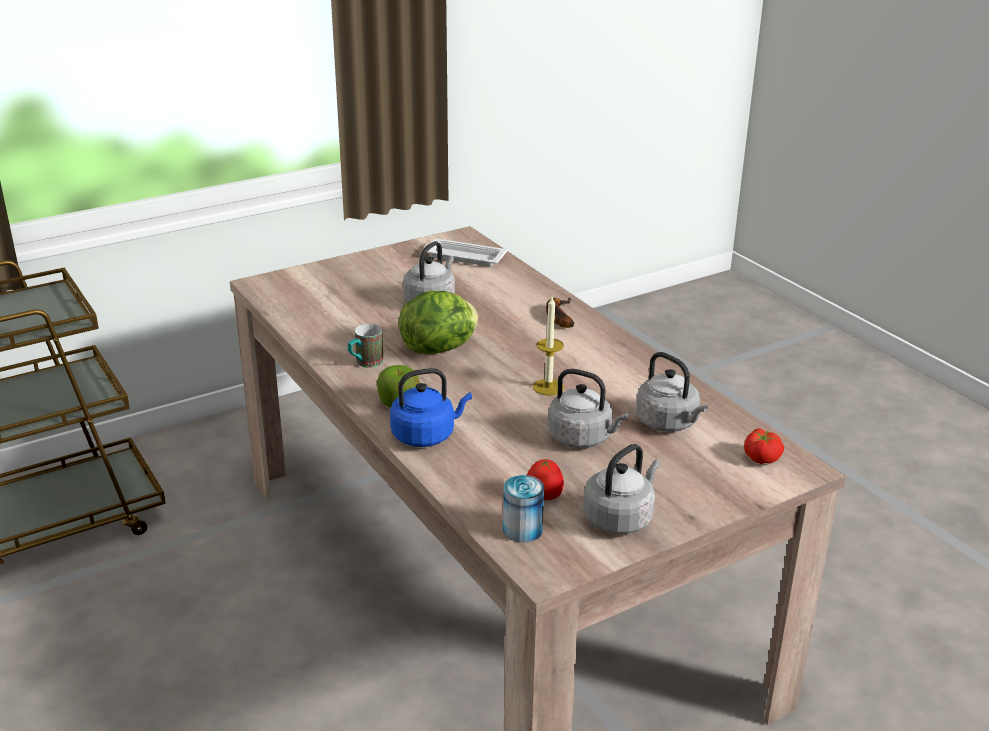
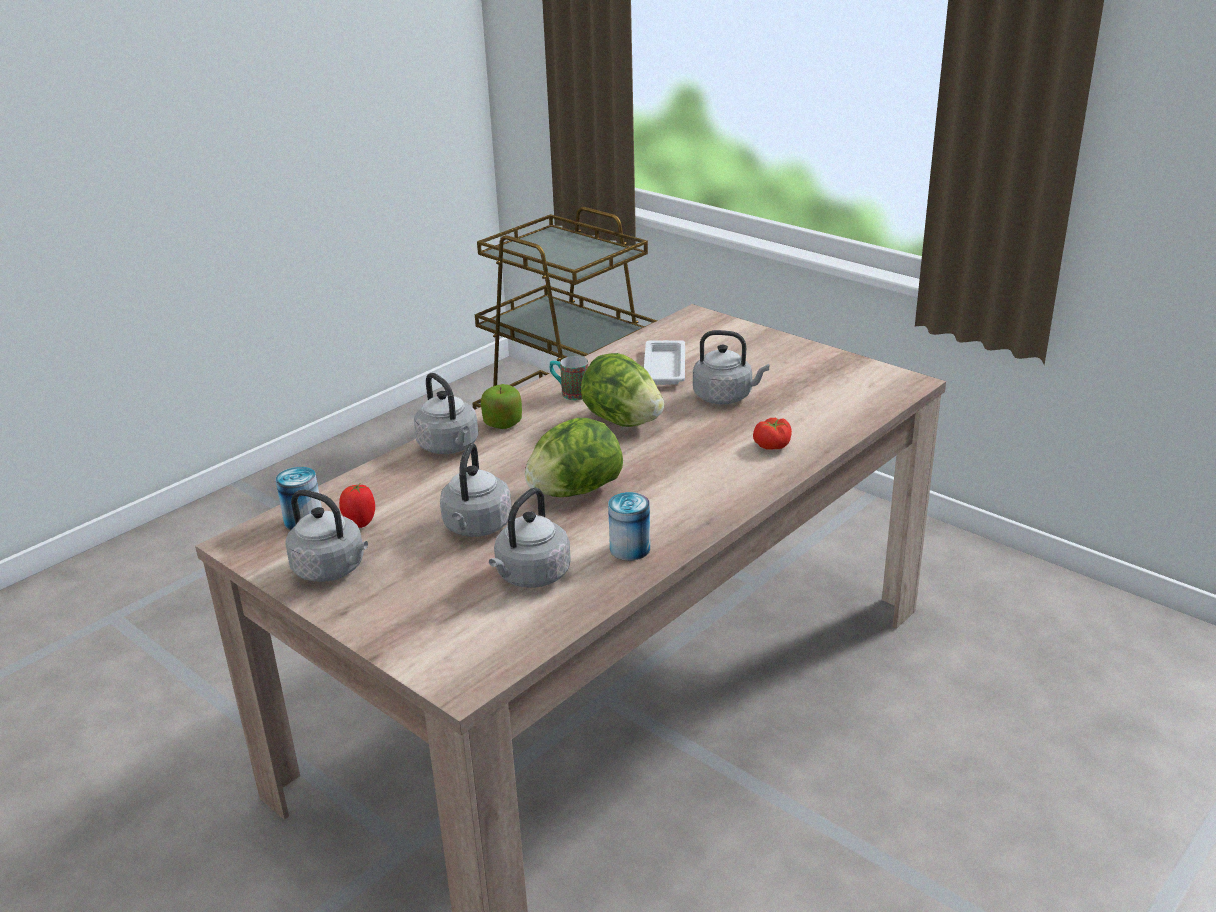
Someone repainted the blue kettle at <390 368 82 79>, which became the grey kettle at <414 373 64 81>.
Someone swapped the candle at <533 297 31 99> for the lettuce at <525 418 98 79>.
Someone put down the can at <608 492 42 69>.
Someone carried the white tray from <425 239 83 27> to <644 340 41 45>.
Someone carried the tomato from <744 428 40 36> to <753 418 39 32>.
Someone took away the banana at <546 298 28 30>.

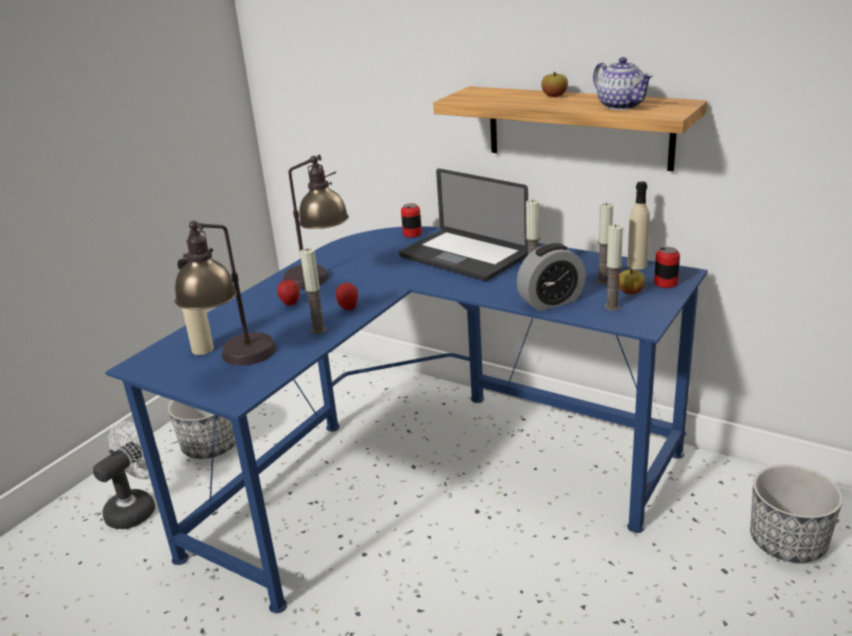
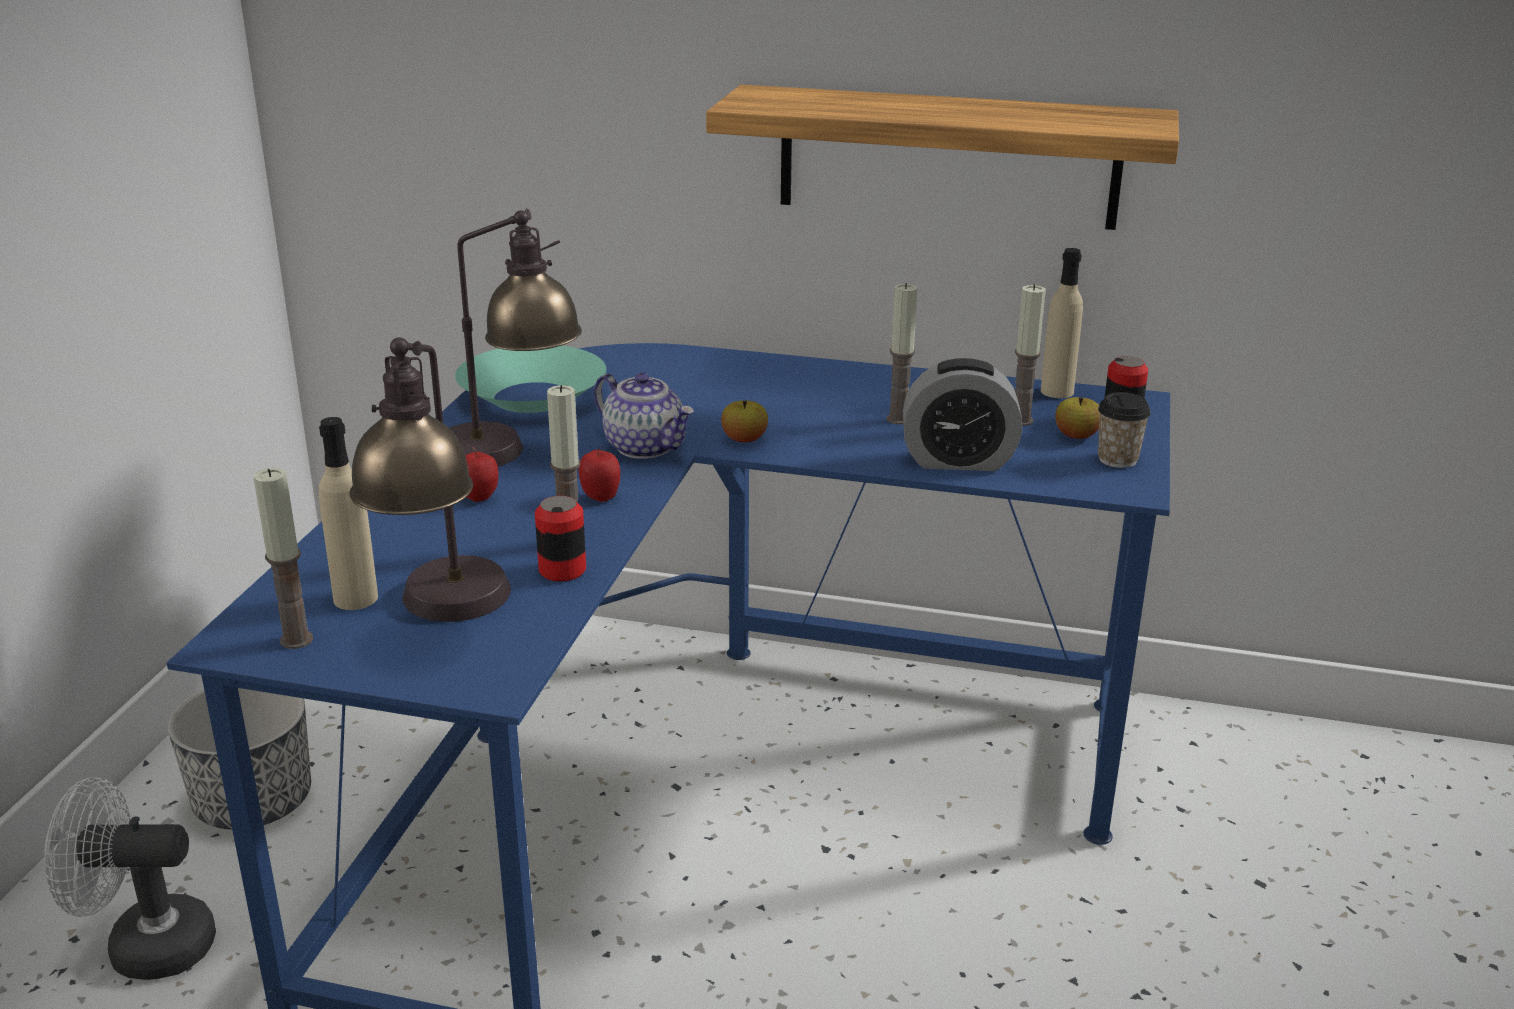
Someone rotated the white fan at <93 422 68 107> by 105 degrees counterclockwise.
Someone carried the candle from <605 224 18 87> to <254 468 59 181>.
Someone put down the turquoise bowl at <455 346 151 67>.
Someone carried the can from <401 203 21 35> to <535 496 51 86>.
Someone carried the teapot from <593 57 60 53> to <594 373 100 86>.
Someone carried the apple from <541 72 27 25> to <721 400 47 42>.
Someone rotated the alarm clock at <517 243 69 68> by 45 degrees clockwise.
Someone put down the cup at <1098 392 53 76>.
Someone took away the laptop at <399 169 129 112>.
Someone took away the planter at <750 464 93 99>.

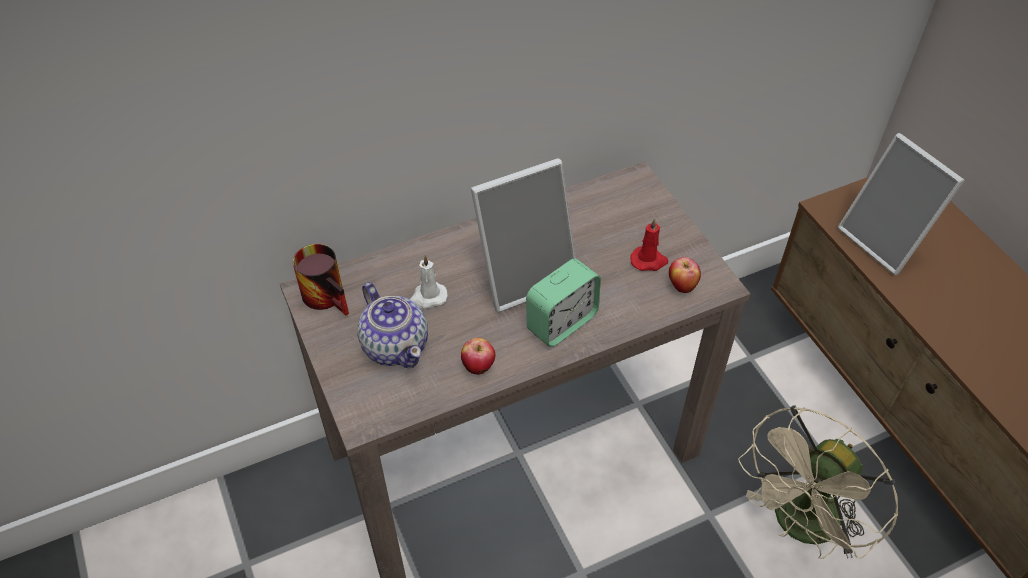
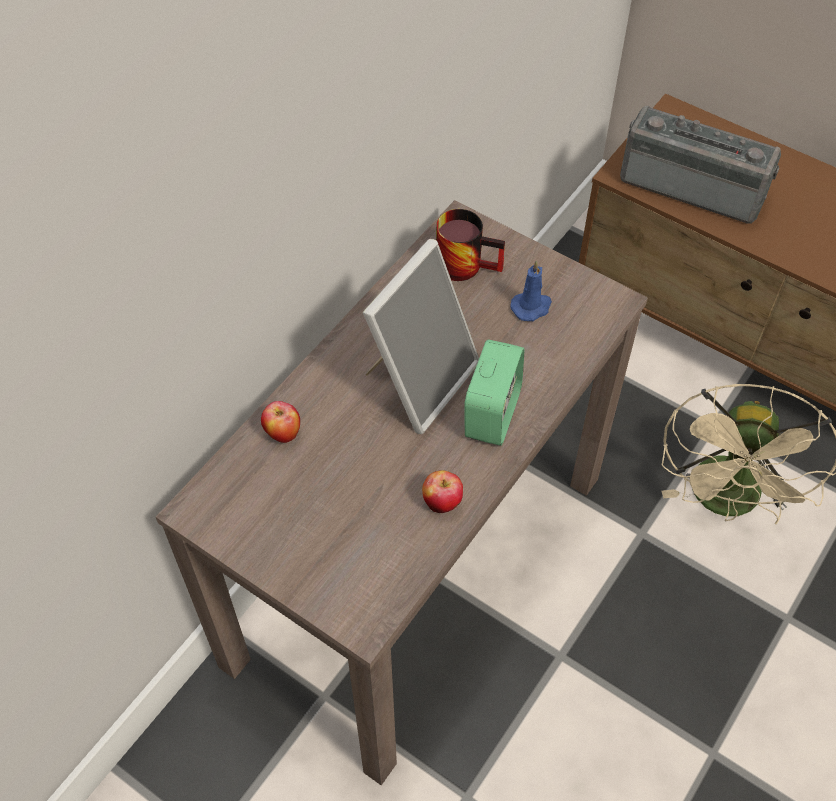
Someone carried the apple from <669 257 32 36> to <261 401 39 42>.
Someone carried the mug from <293 244 56 72> to <436 209 69 72>.
Someone repainted the red candle at <630 218 38 53>, which became the blue candle at <510 260 42 61>.
Someone swapped the picture frame at <838 133 126 142> for the radio at <620 106 161 118>.
Someone took away the teapot at <357 282 71 86>.
Someone took away the white candle at <409 255 39 54>.

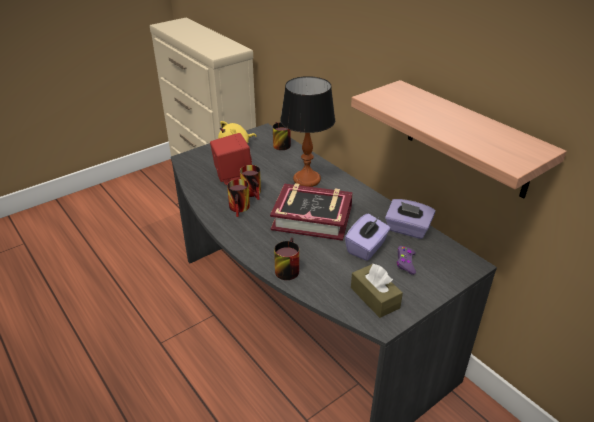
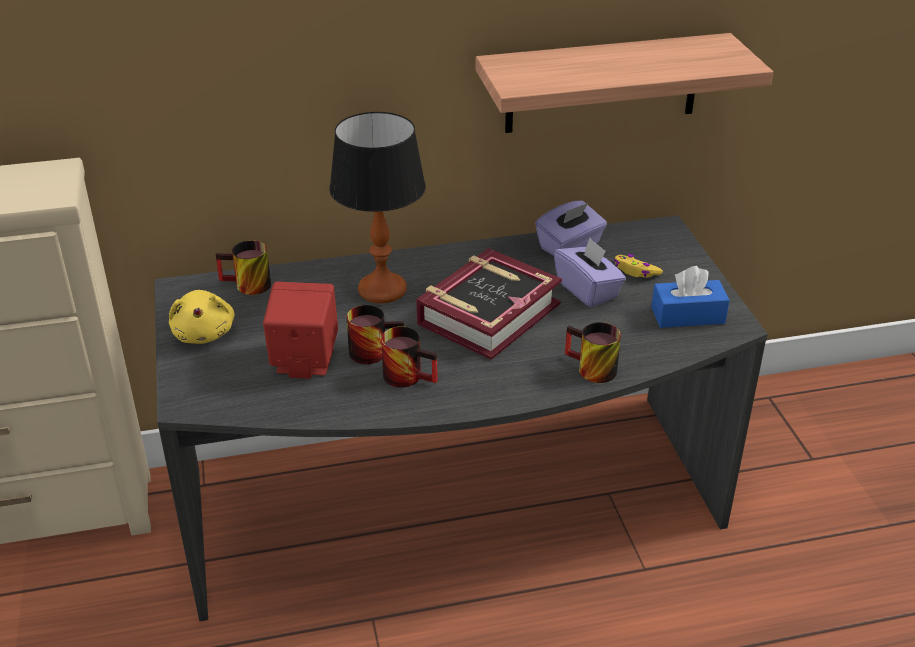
Someone repainted the purple game controller at <397 246 19 29>, which became the yellow game controller at <614 254 49 24>.
Someone repainted the brown tissue box at <351 263 52 55>, which became the blue tissue box at <651 266 79 62>.

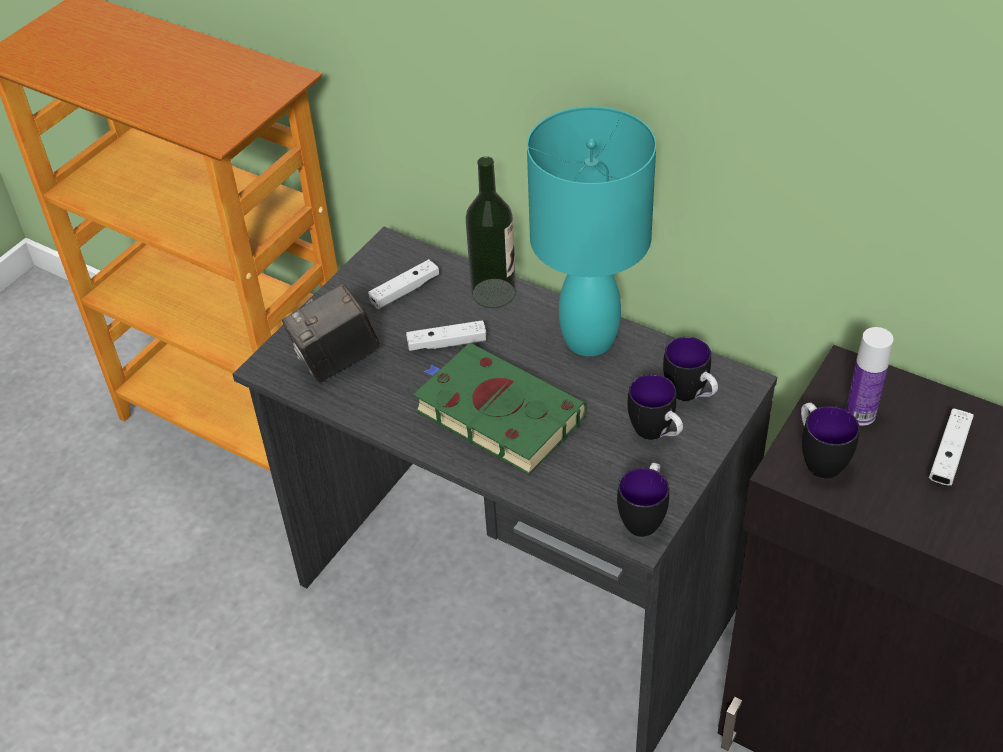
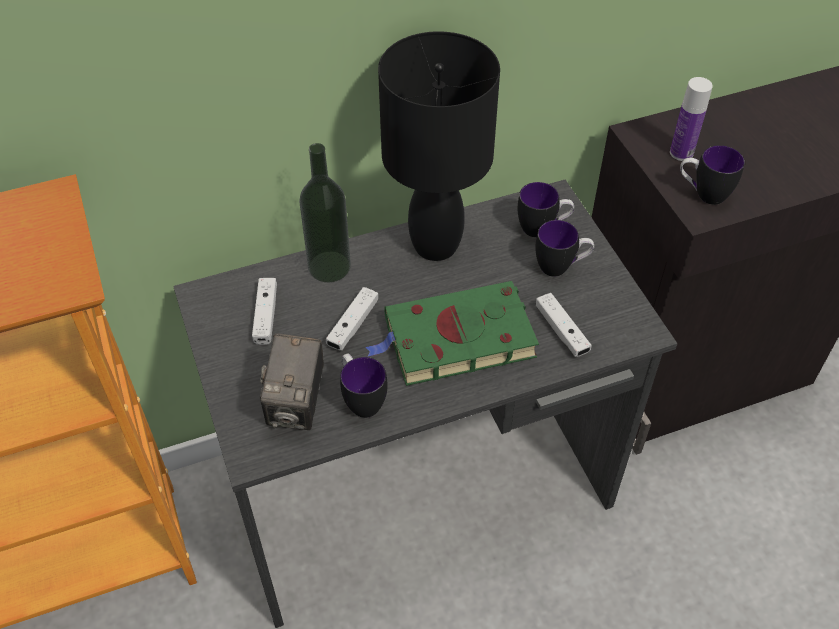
Someone carried the mug from <617 463 52 74> to <340 353 47 65>.
Someone repainted the turquoise table lamp at <527 106 129 251>, which became the black table lamp at <378 31 122 230>.
Someone carried the white game controller from <929 408 45 77> to <536 293 55 64>.

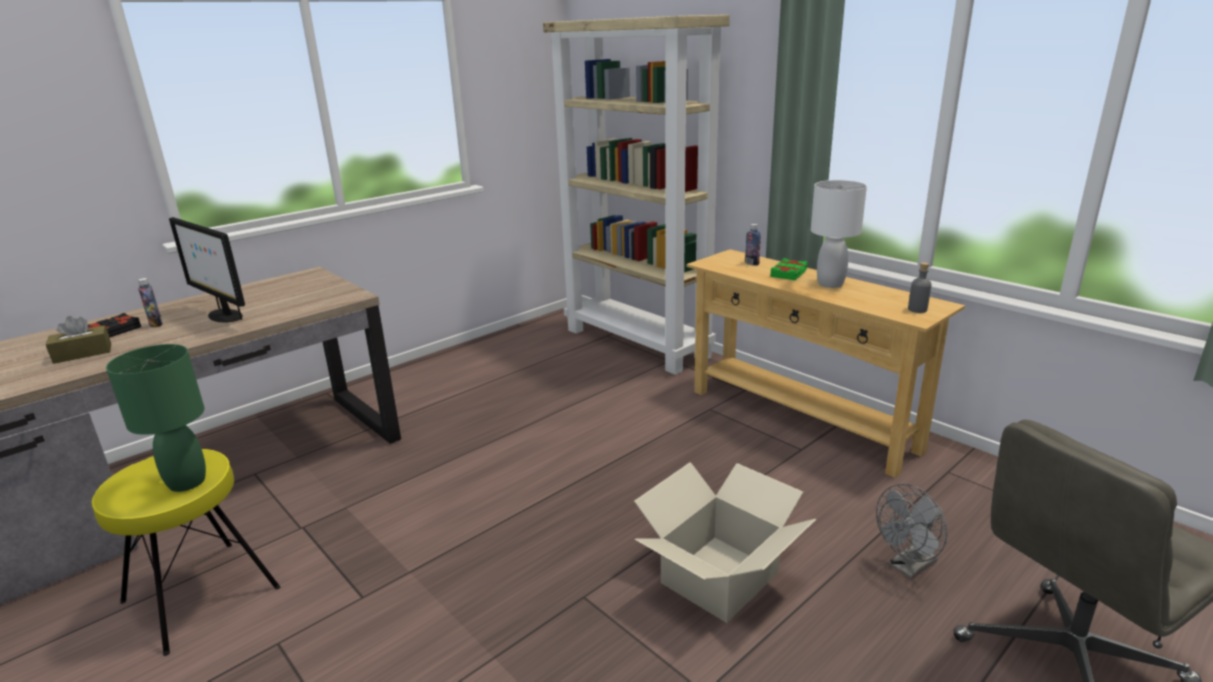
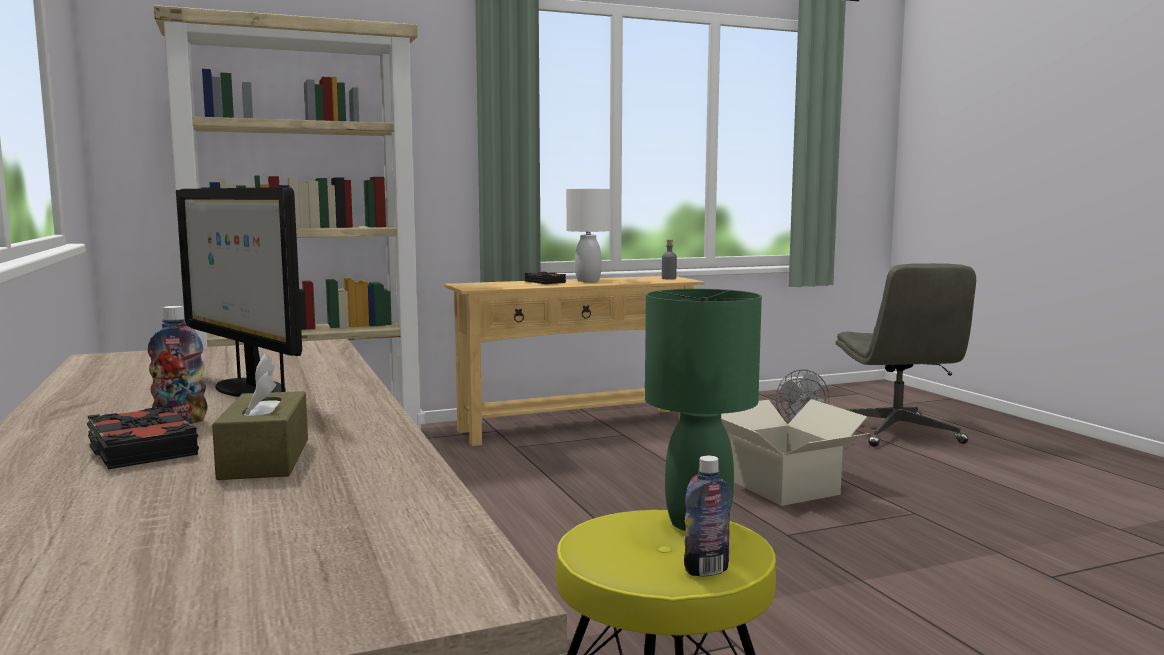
Someone rotated the monitor at <169 217 76 106> by 75 degrees clockwise.
Someone repainted the green book at <770 258 38 22>, which became the black book at <525 272 41 12>.
Someone carried the bottle from <745 224 16 41> to <684 456 47 120>.

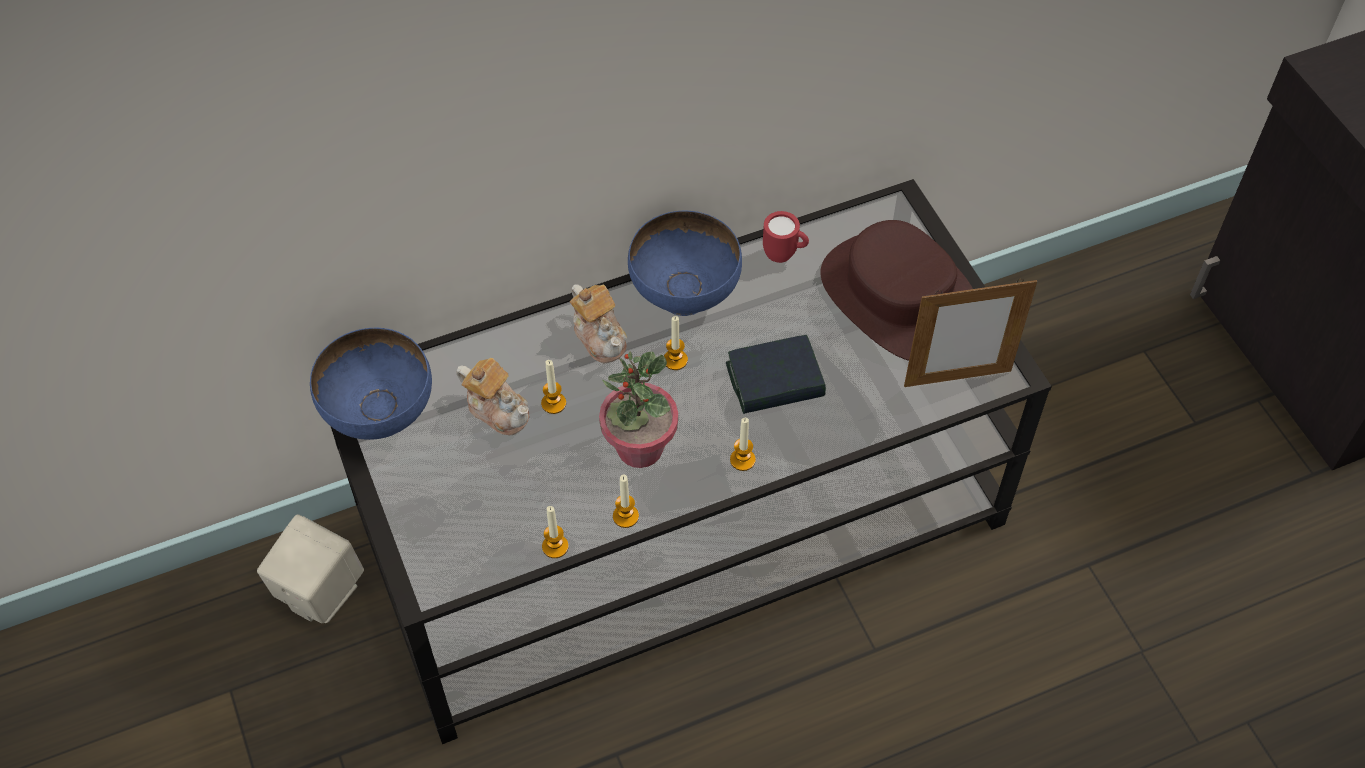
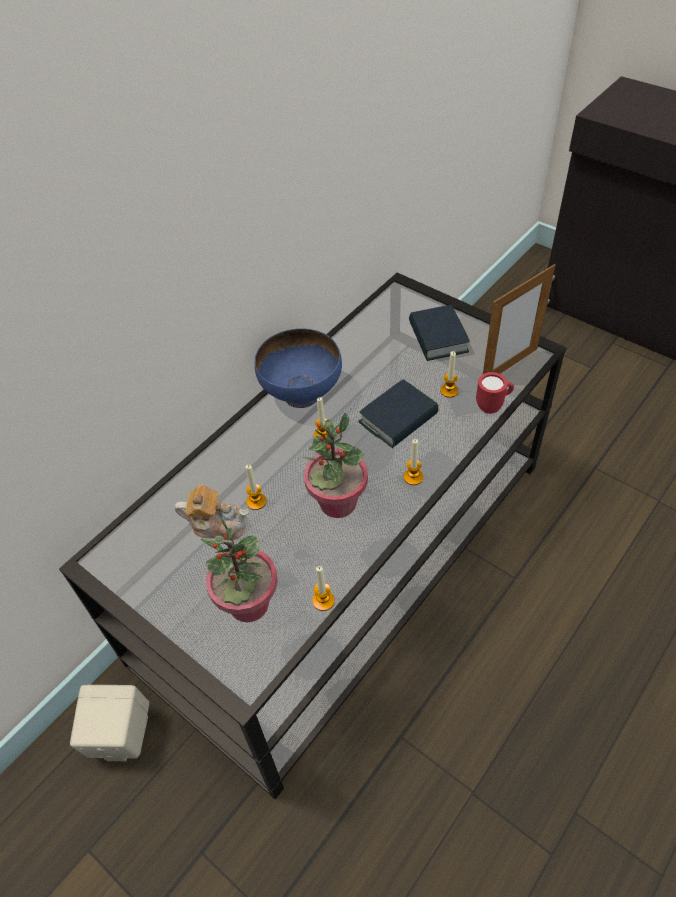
Someone put down the potted plant at <201 517 77 105>.
Someone swapped the brown hat at <821 220 152 141> for the book at <409 305 61 56>.
Someone carried the candle from <613 475 26 53> to <440 351 19 47>.
Someone carried the red mug from <763 211 46 52> to <476 372 38 42>.
Someone took away the blue bowl at <310 327 122 113>.
Someone took away the teapot at <570 284 57 79>.

